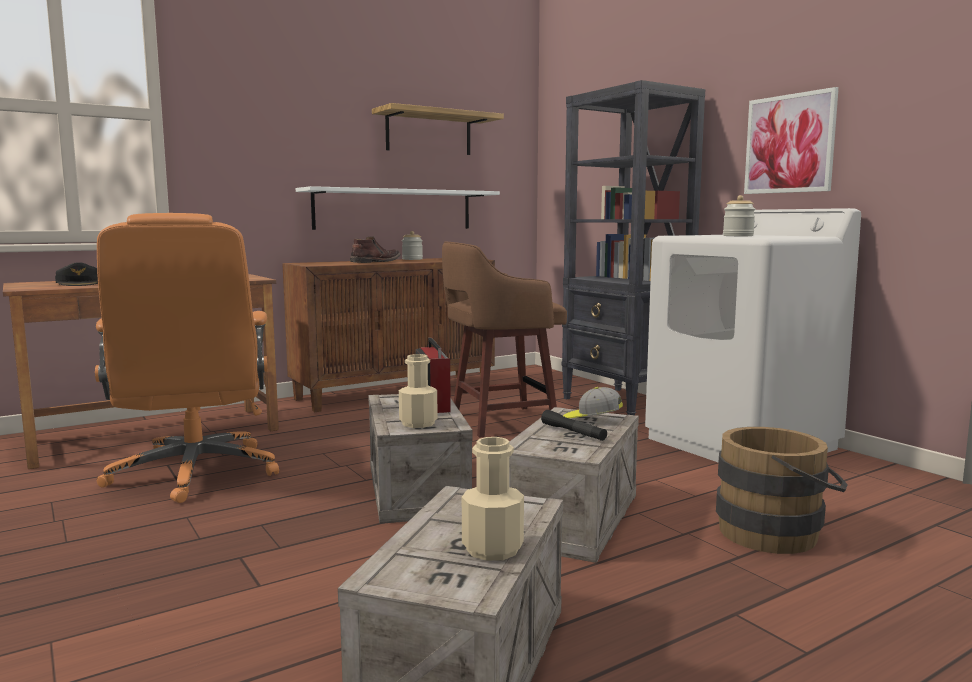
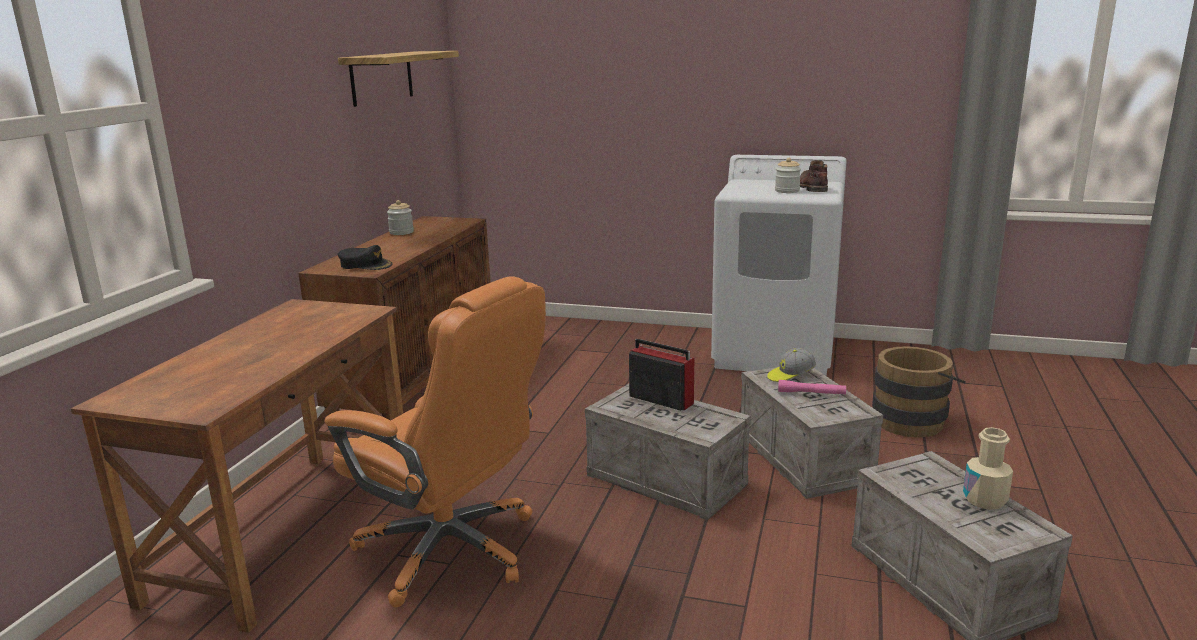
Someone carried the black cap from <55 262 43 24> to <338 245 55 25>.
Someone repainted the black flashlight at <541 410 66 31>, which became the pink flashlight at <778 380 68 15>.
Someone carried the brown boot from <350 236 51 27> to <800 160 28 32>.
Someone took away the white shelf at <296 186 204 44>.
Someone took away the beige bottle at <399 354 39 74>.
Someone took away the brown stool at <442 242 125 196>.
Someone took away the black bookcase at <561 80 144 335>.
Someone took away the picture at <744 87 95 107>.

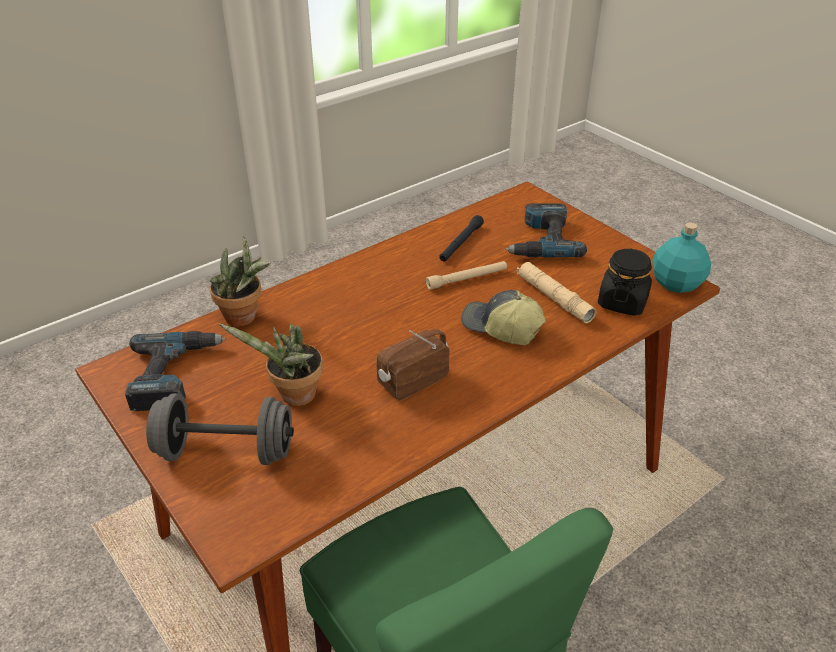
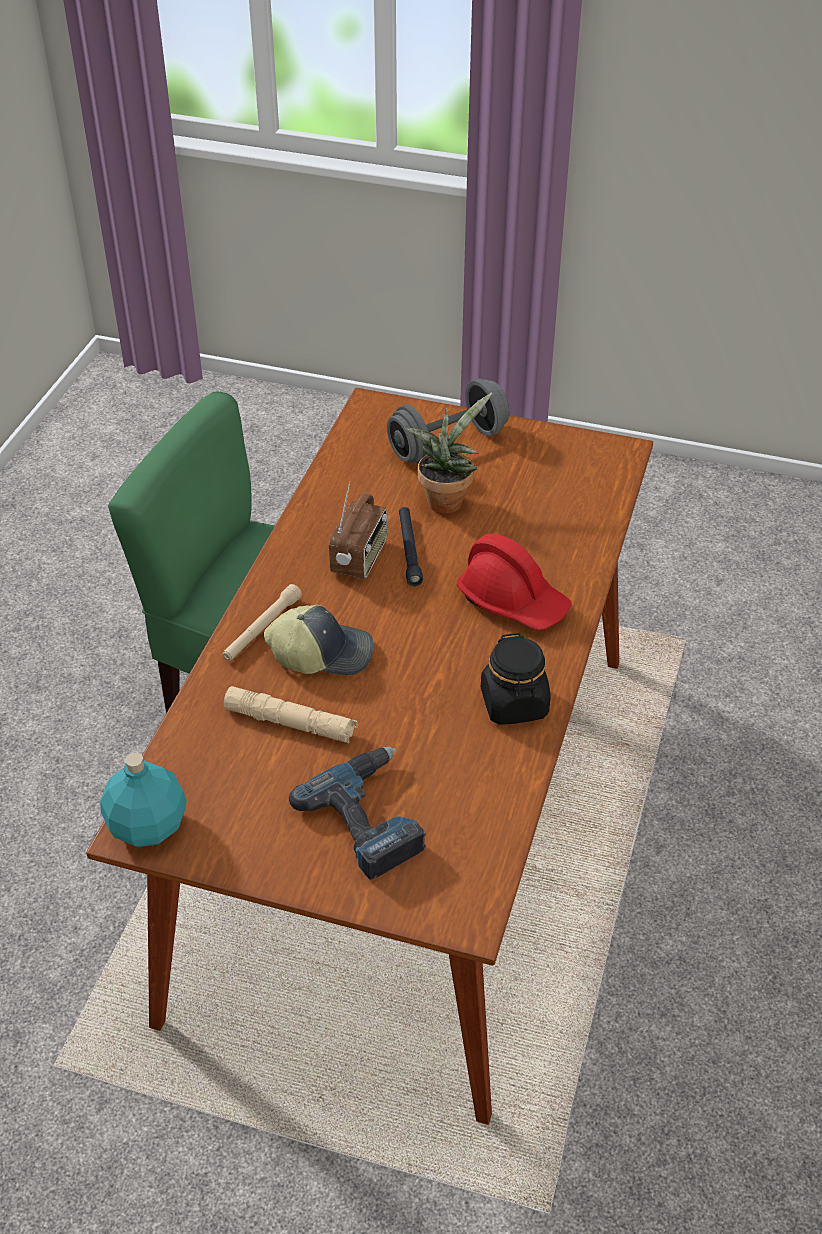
Someone carried the beige flashlight from <426 261 81 29> to <222 584 80 77>.
Someone carried the black flashlight from <439 215 45 46> to <399 507 24 79>.
Someone put down the red hard hat at <456 534 116 96>.
Someone carried the black jar from <598 249 54 67> to <481 633 69 92>.
Someone took away the power drill at <125 331 101 80>.
Someone took away the potted plant at <210 236 61 91>.

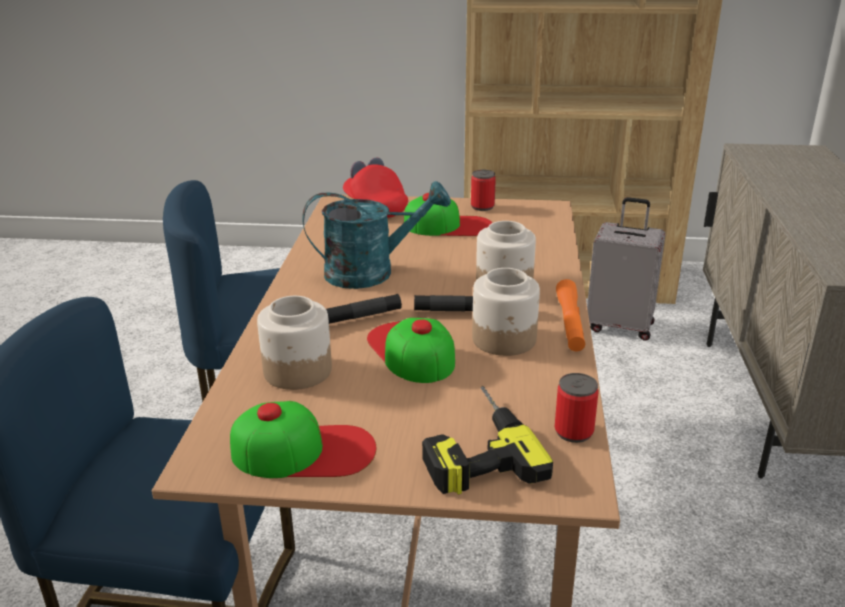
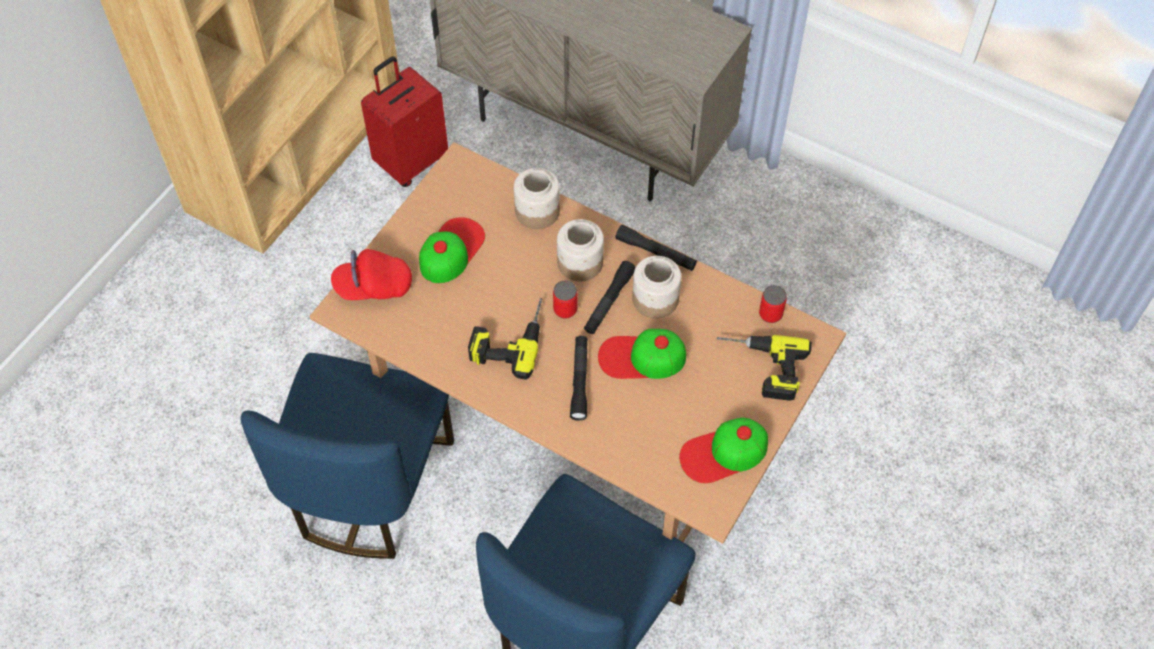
Someone repainted the grey suitcase at <587 197 79 144>, which became the red suitcase at <361 56 87 131>.
Someone swapped the turquoise watering can at <302 181 149 108> for the power drill at <468 298 75 82>.
Someone carried the jar from <257 296 75 94> to <514 168 46 61>.
Someone carried the can from <471 170 25 41> to <553 280 24 39>.
Someone repainted the orange flashlight at <556 279 29 73>, which became the black flashlight at <615 225 82 46>.
Someone rotated the cap at <230 401 146 77> by 135 degrees counterclockwise.

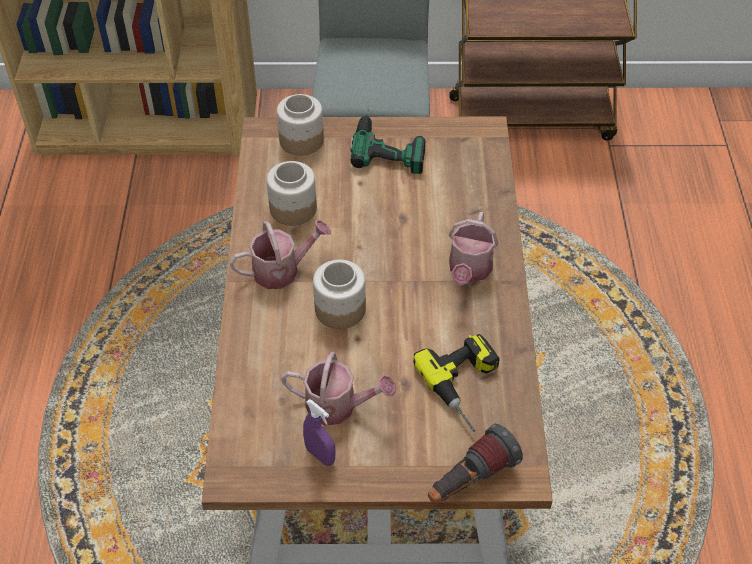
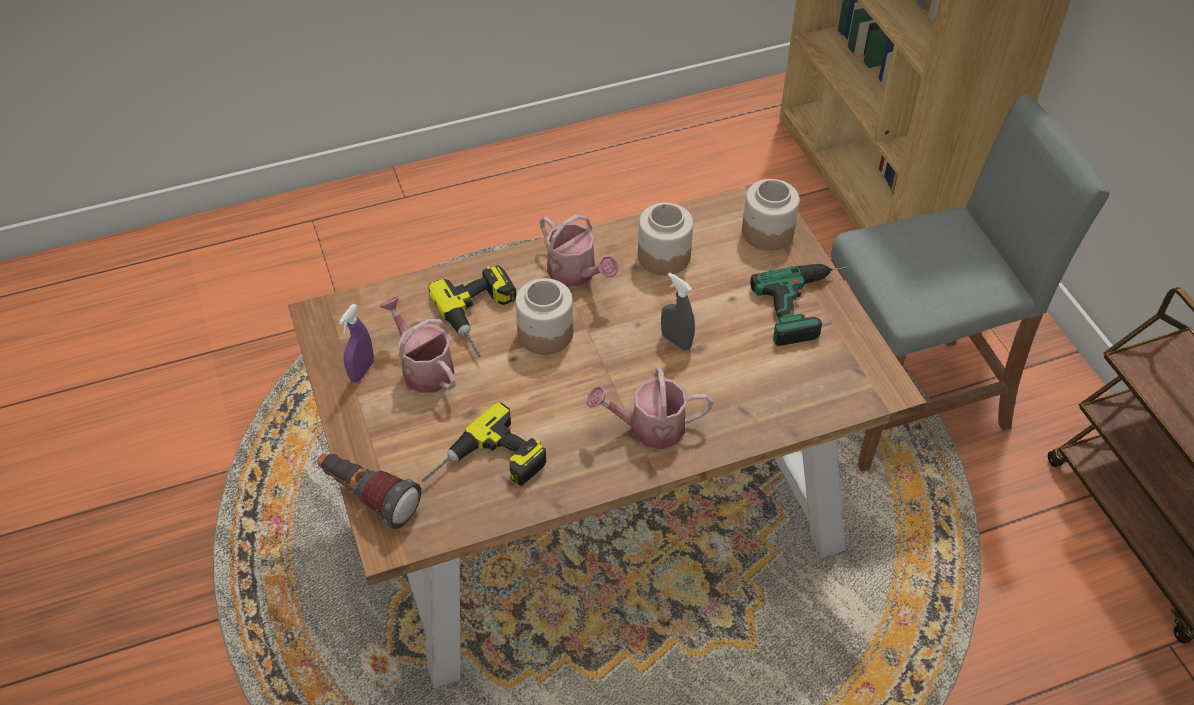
Someone rotated the watering can at <281 352 115 74> by 150 degrees clockwise.
Someone put down the power drill at <429 265 87 92>.
Someone put down the grey spray bottle at <661 273 34 77>.

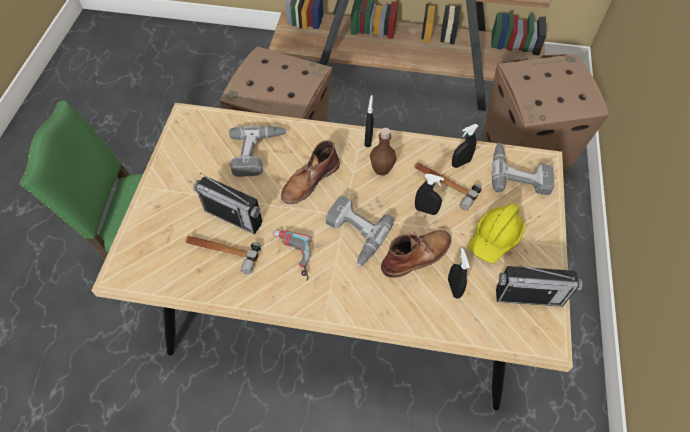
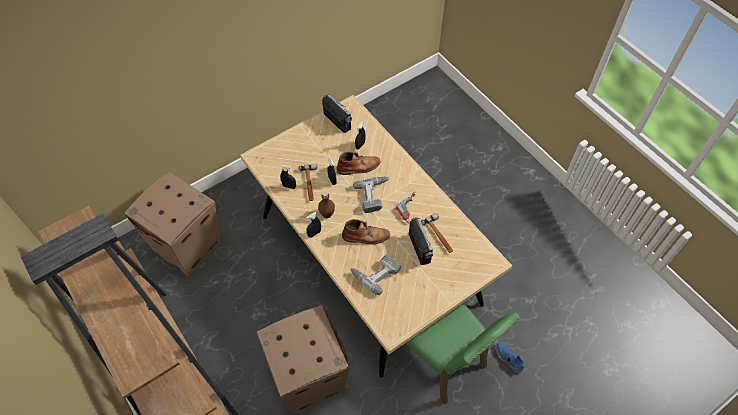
Someone rotated the brown boot at <381 230 70 48> by 150 degrees clockwise.
Someone put down the blue shoe at <496 342 30 31>.
Someone took away the yellow hard hat at <468 202 58 61>.
Someone took away the power drill at <492 143 62 52>.

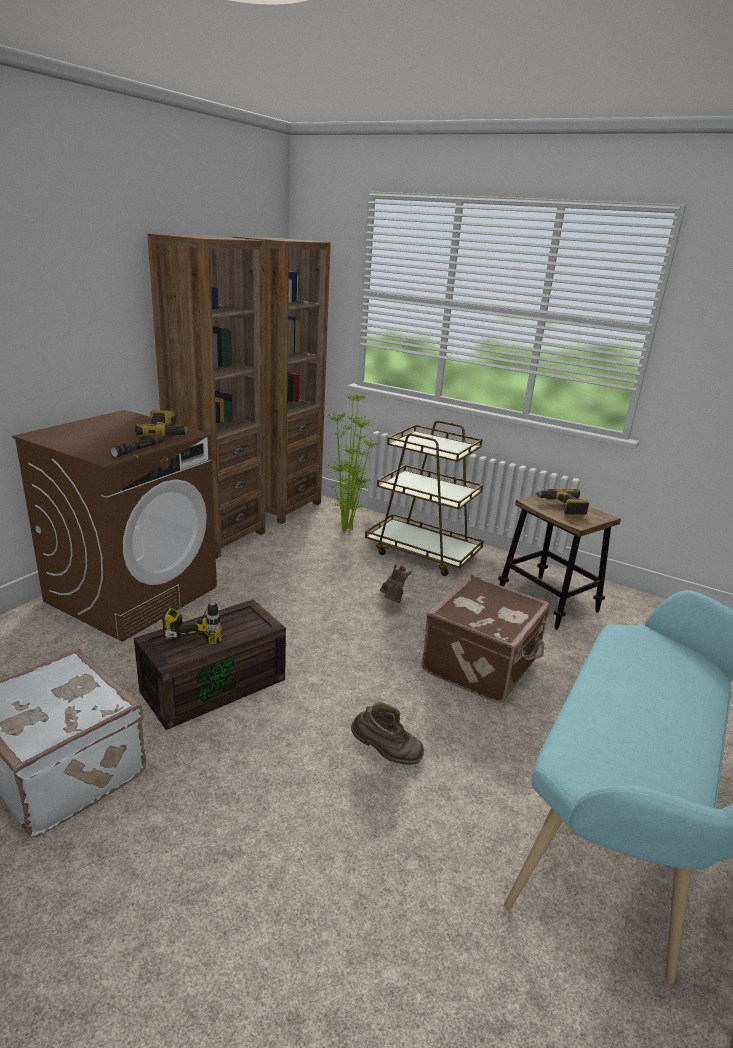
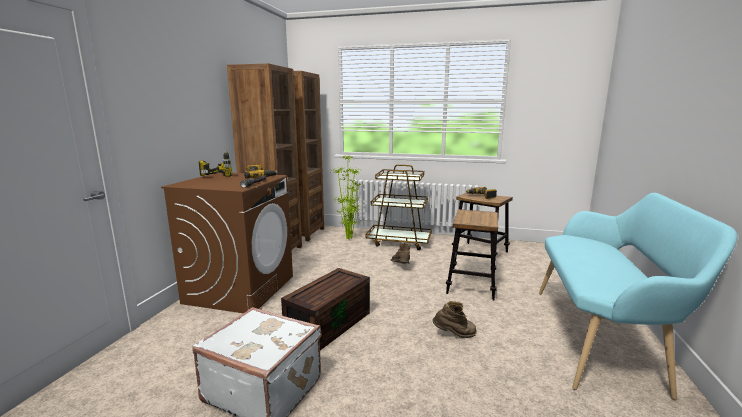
Someone carried the power drill from <162 599 60 46> to <199 150 33 27>.
Someone swapped the brown suitcase at <422 575 128 128> for the stool at <446 209 52 92>.

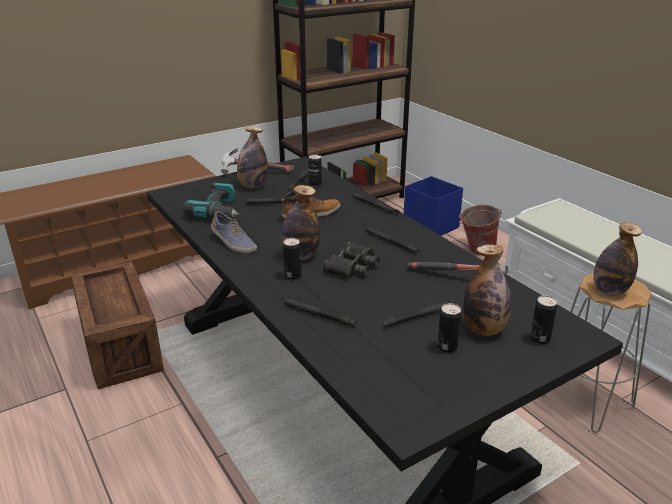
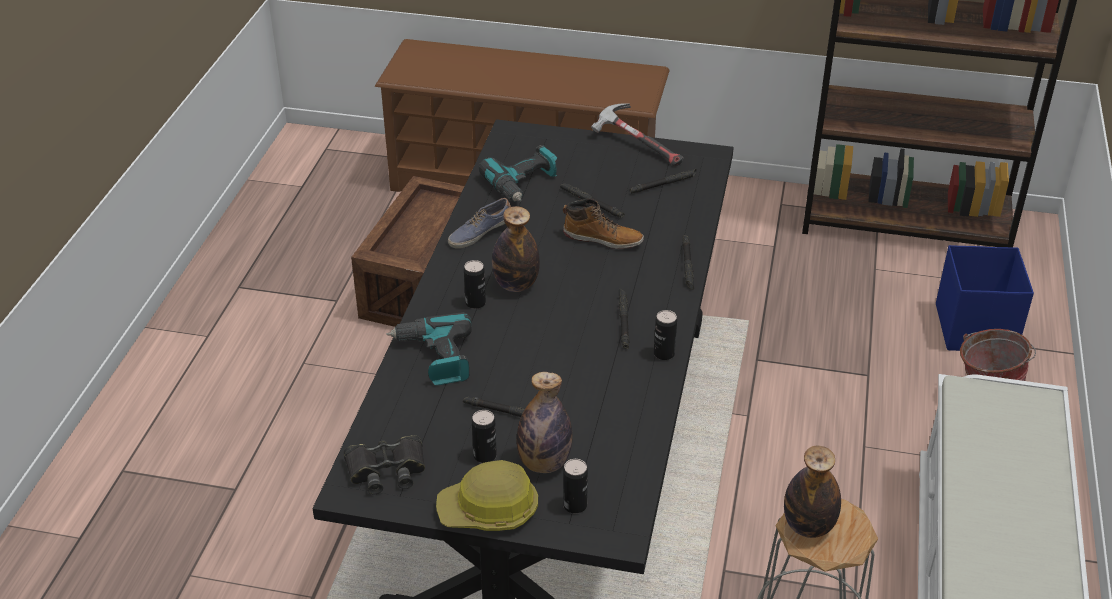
Someone carried the black binoculars from <323 242 57 36> to <344 435 81 59>.
Someone swapped the black flashlight at <284 300 74 26> for the power drill at <386 312 86 73>.
Someone put down the hard hat at <436 460 102 71>.
Someone rotated the shoe at <211 211 46 42> by 60 degrees clockwise.
Someone carried the can from <308 154 14 33> to <654 310 23 50>.
Someone took away the bottle at <237 127 31 61>.
Someone took away the hammer at <408 262 102 12>.

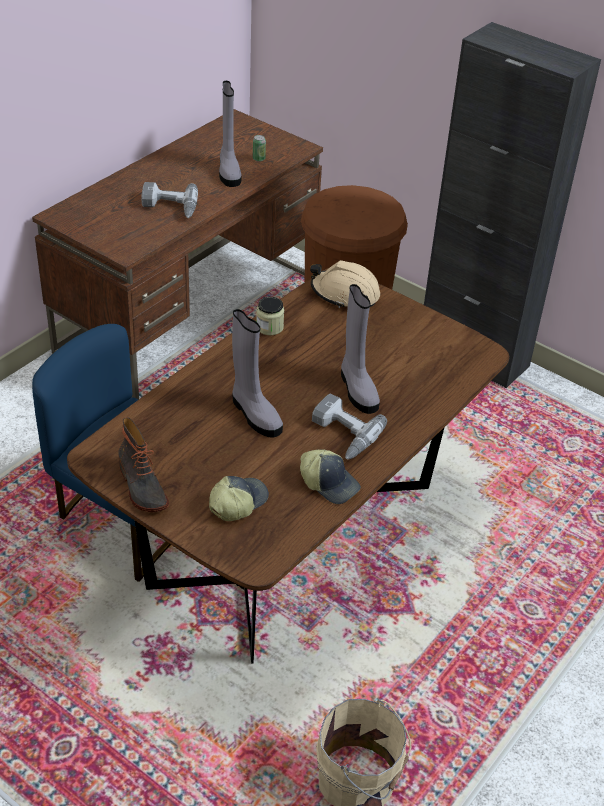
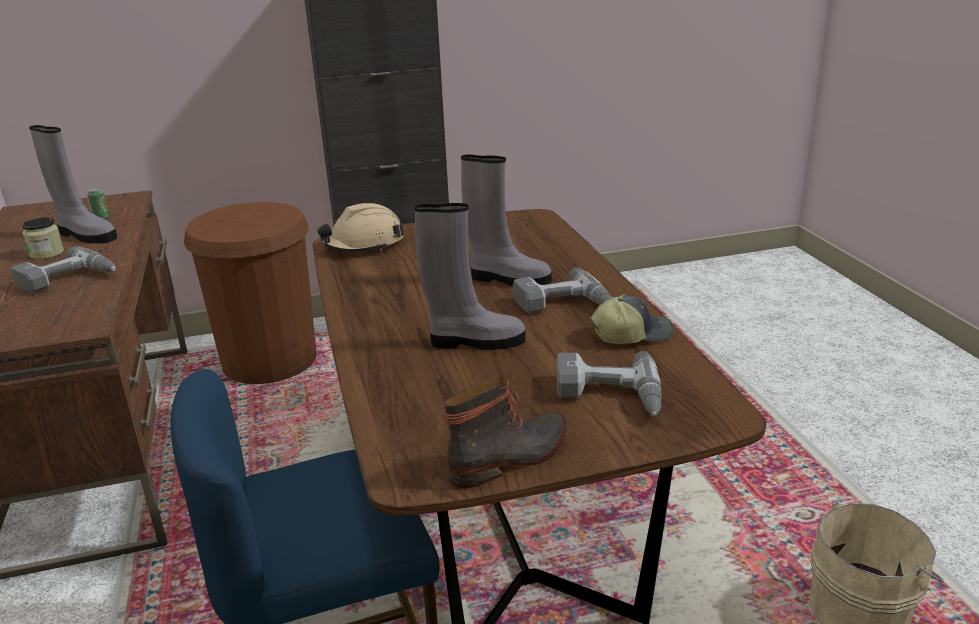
Someone carried the jar from <256 297 28 38> to <22 217 42 42>.
Someone rotated the boot at <118 417 51 95> by 45 degrees counterclockwise.
Someone swapped the cap at <209 476 60 45> for the power drill at <557 351 105 65>.

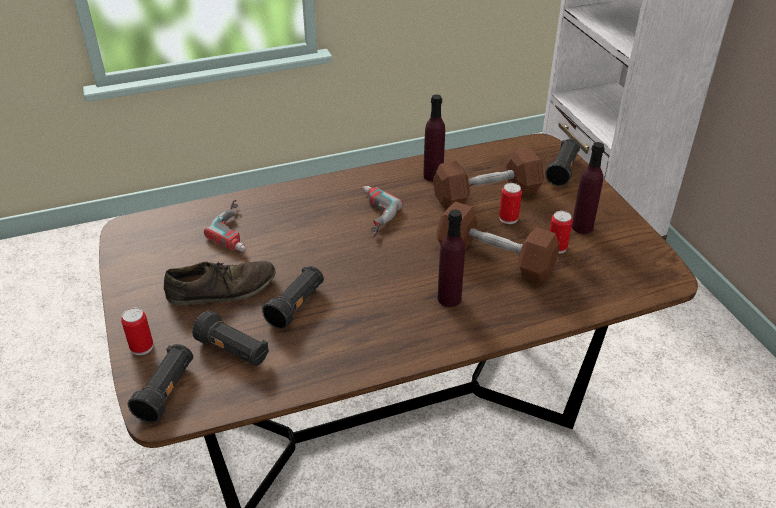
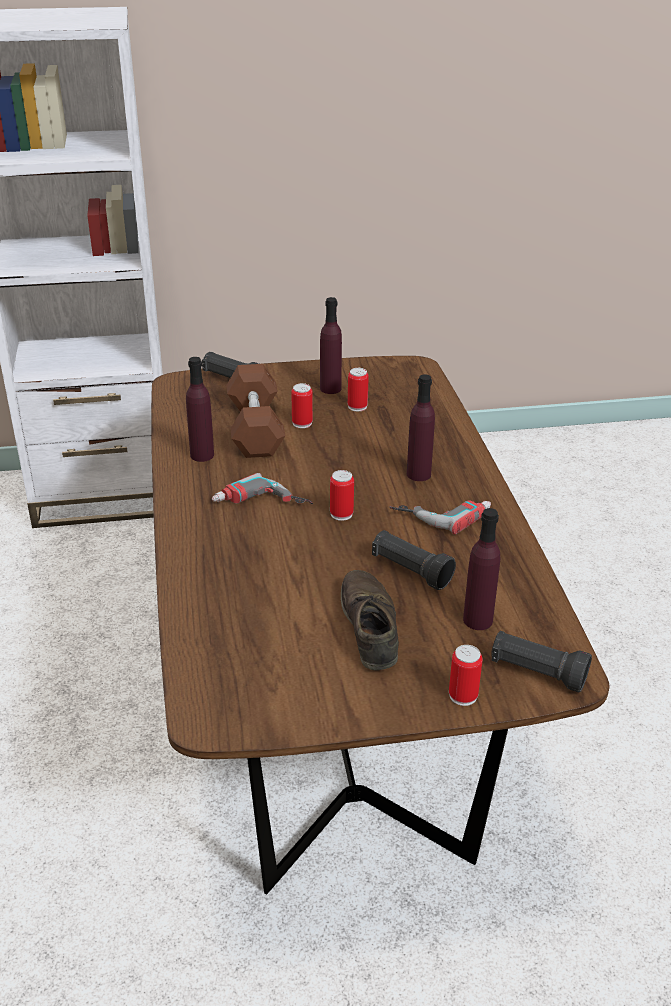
Someone put down the can at <330 470 24 51>.
Someone carried the power drill from <204 200 43 52> to <390 500 101 34>.
Someone swapped the black flashlight at <192 311 77 55> for the purple bottle at <463 508 37 122>.
Someone took away the brown dumbbell at <437 201 122 82>.

